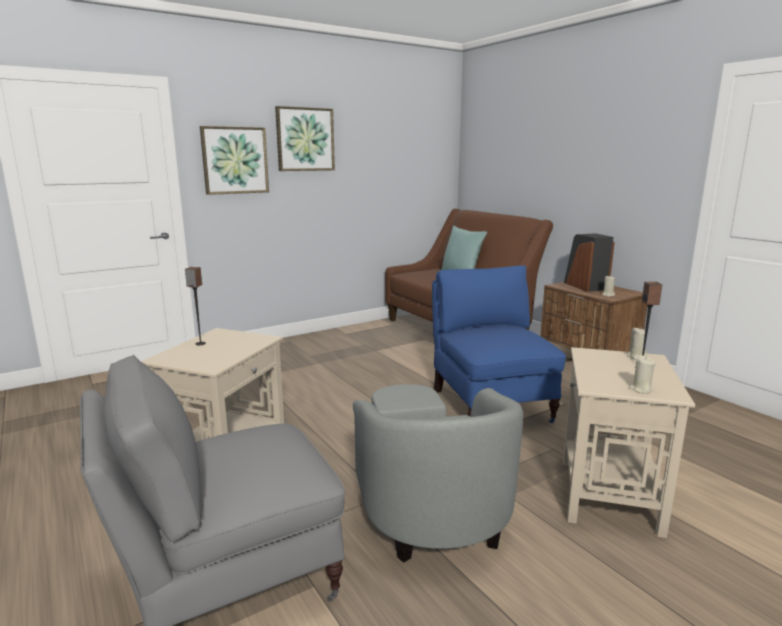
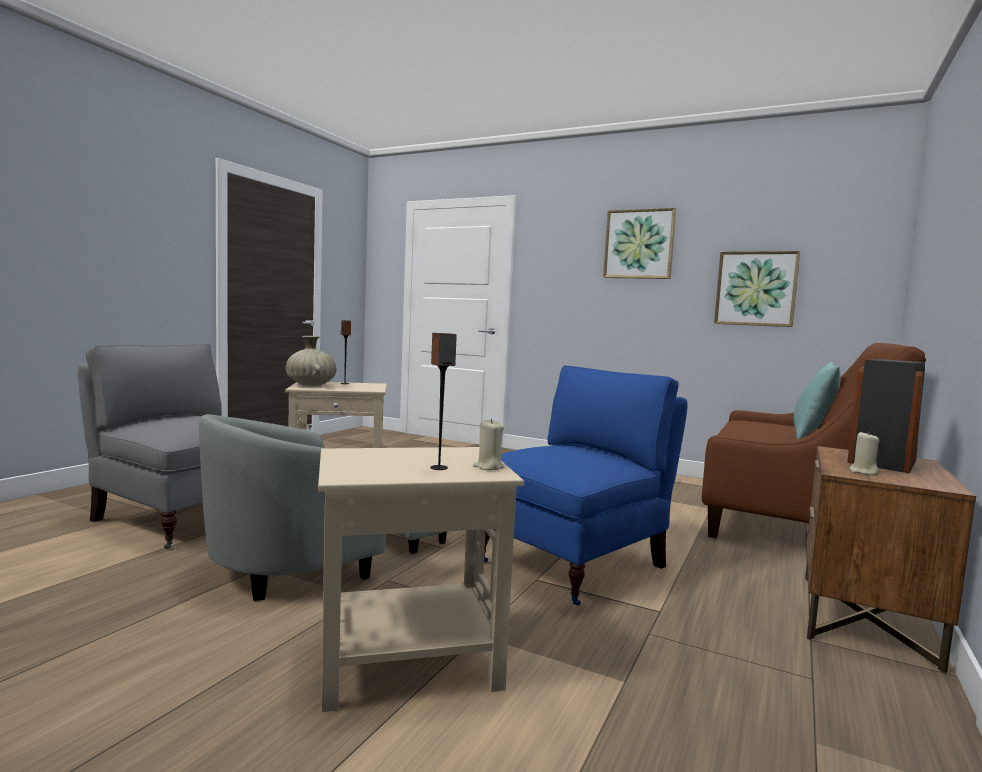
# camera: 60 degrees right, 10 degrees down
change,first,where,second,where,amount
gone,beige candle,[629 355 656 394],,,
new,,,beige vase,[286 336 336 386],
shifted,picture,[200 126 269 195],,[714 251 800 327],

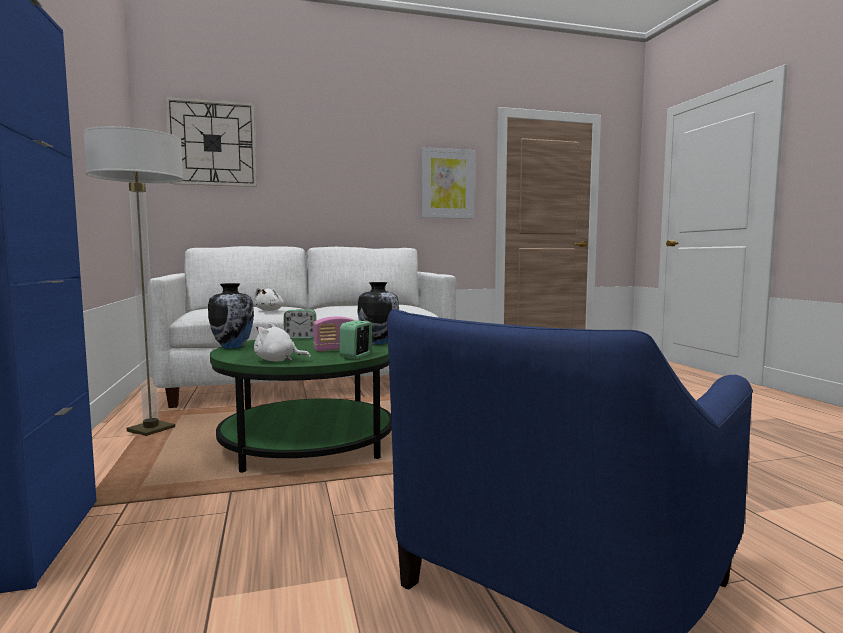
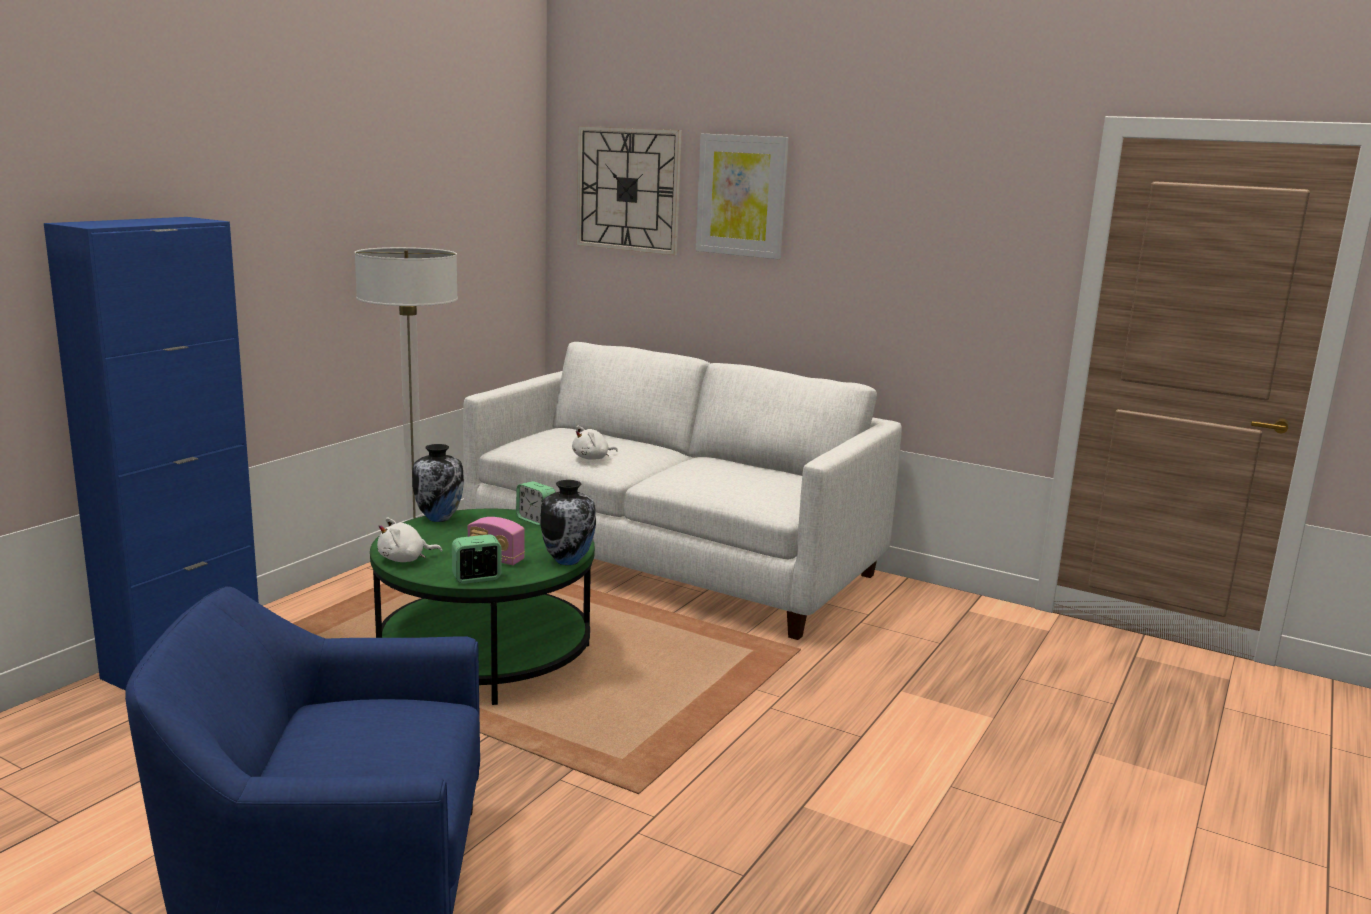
# camera: 45 degrees right, 10 degrees up
change,first,where,second,where,amount
shifted,picture,[421 147 475 219],,[696 134 789 259],
rotated,white plush toy,[254 323 311 361],,[377 518 443 562],75 degrees counterclockwise

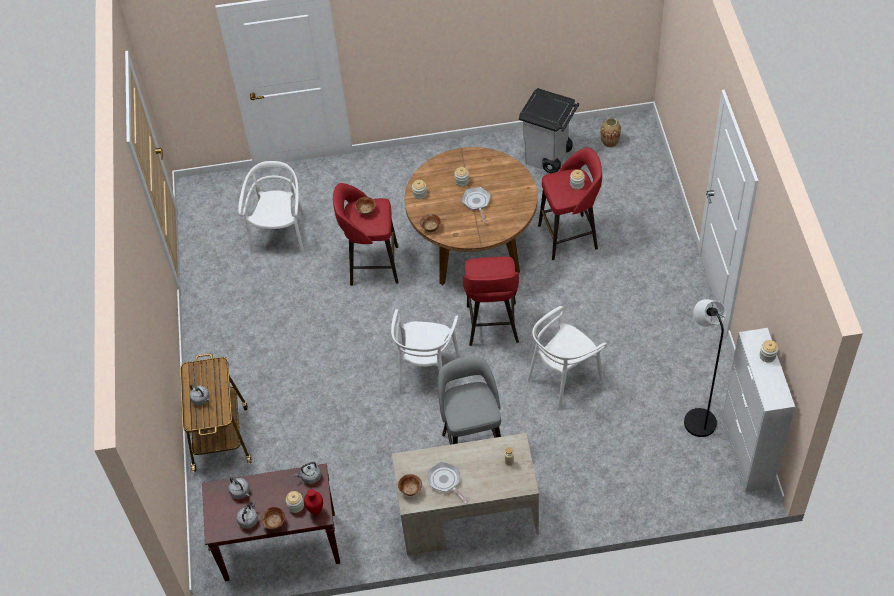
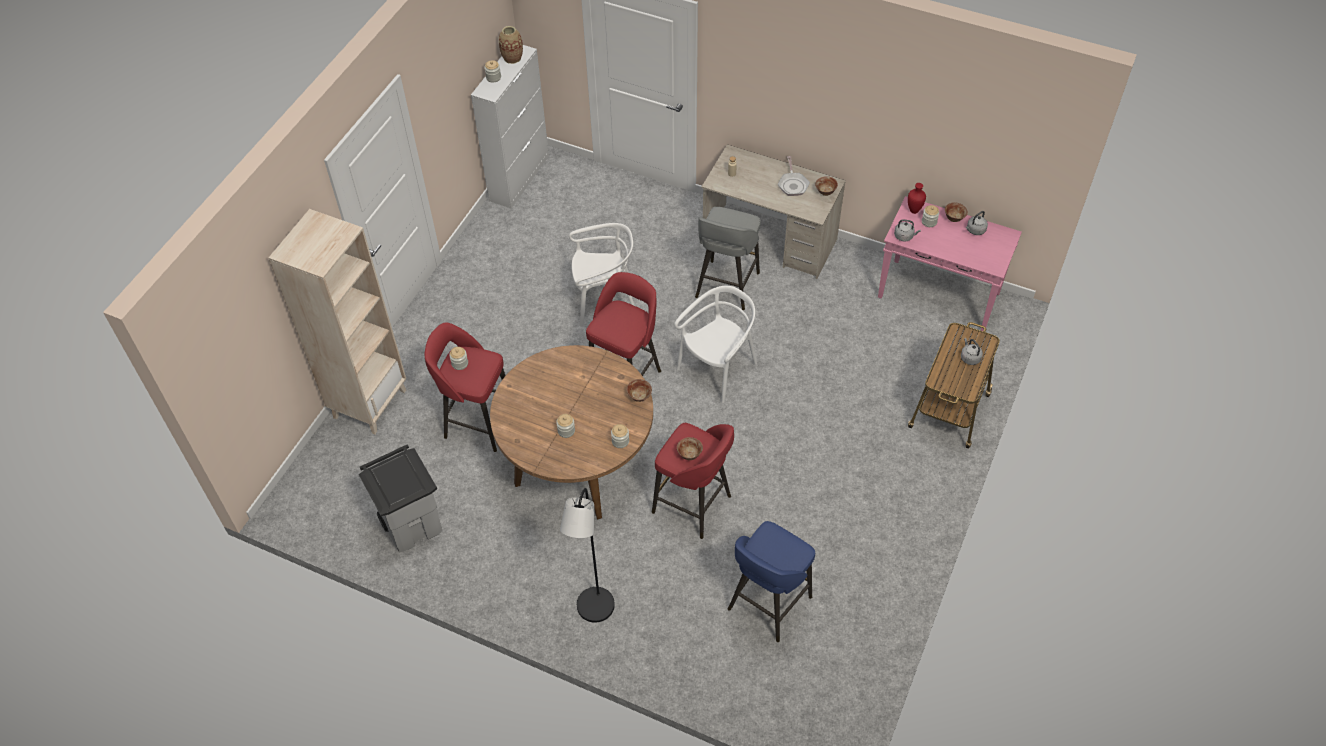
# camera: 150 degrees left, 0 degrees up
change,first,where,second,where,amount
gone,grey kettle,[228 478 250 499],,,
gone,frying pan,[462 187 491 222],,,
new,,,beige bookcase,[268 209 406 435],
shifted,vase,[601 117 621 148],,[499 26 523 64],
shifted,black floor lamp,[684 299 726 437],,[560 488 615 623],
swapped,white chair,[238 161 305 254],blue stool,[728 521 815 642],
repainted,brown console table,[202 464 340 582],pink console table,[878 196 1022 331],

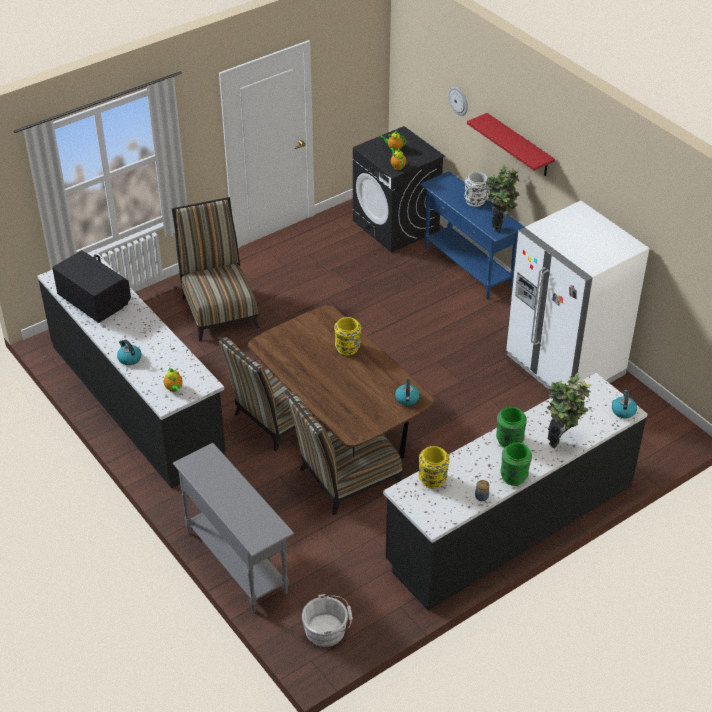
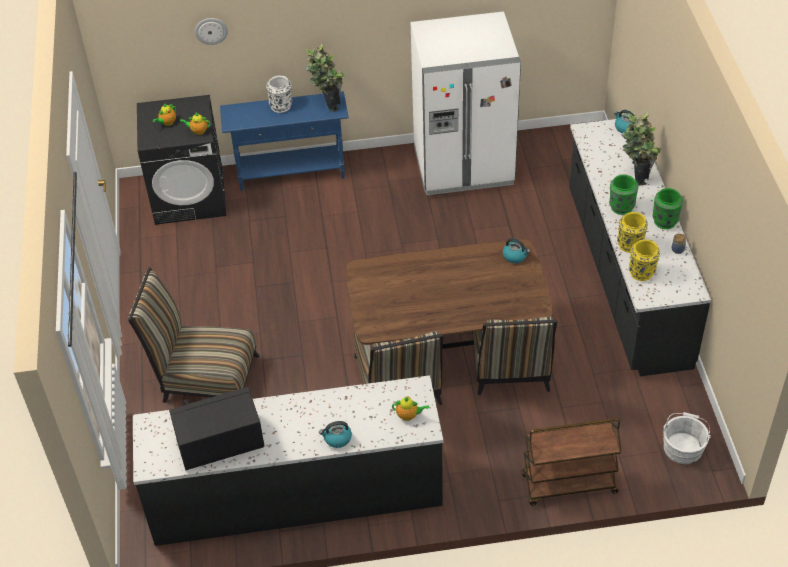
# camera: 60 degrees left, 5 degrees up
change,first,where,second,where,amount
gone,red shelf,[467 113 555 176],,,
shifted,yellow vase,[334 317 361 355],,[617 212 648 253],
swapped,grey console table,[173 443 294 612],brown cart,[522 418 622 506],

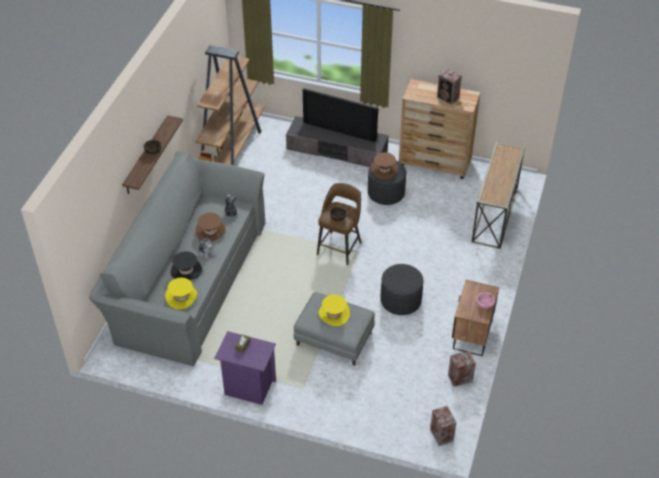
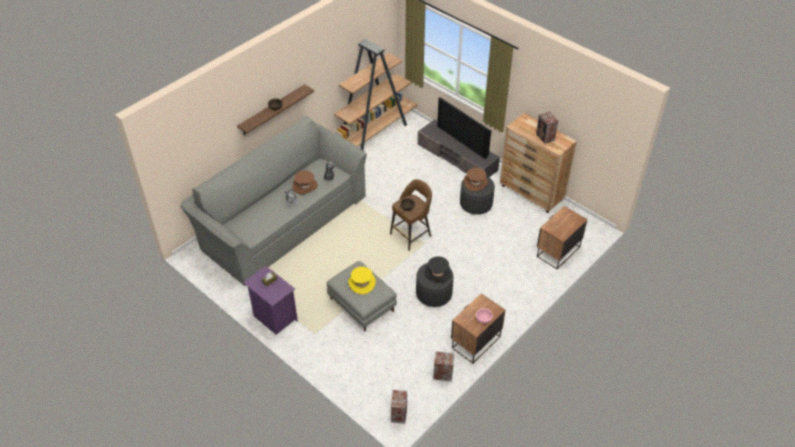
# camera: 25 degrees right, 0 degrees up
change,first,where,second,where,amount
gone,yellow hat,[165 277 197 309],,,
shifted,black hat,[171 251 202 280],,[424 256 451 282],
swapped,console table,[472 142 525 249],nightstand,[537 206 588 269],

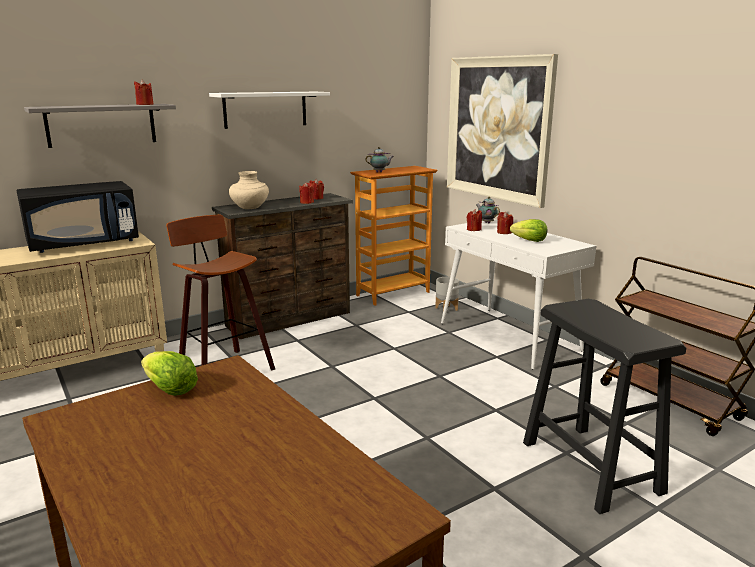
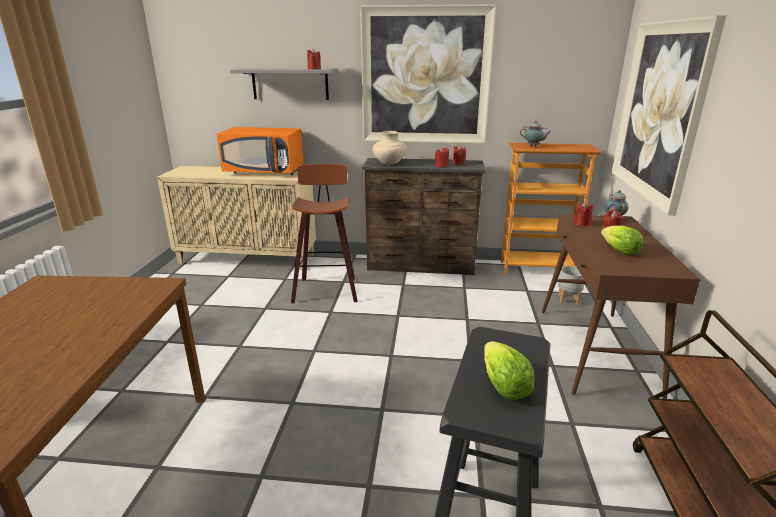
# camera: 40 degrees right, 5 degrees up
change,first,where,second,where,amount
shifted,lettuce,[141 351 198 396],,[484 341 535 400],
swapped,white shelf,[209 92 330 129],picture,[360 4 497 144],
repainted,black microwave,[17 181 139 253],orange microwave,[217 127 304 175],
repainted,white console table,[441 219 596 370],brown console table,[542 214 701 399],

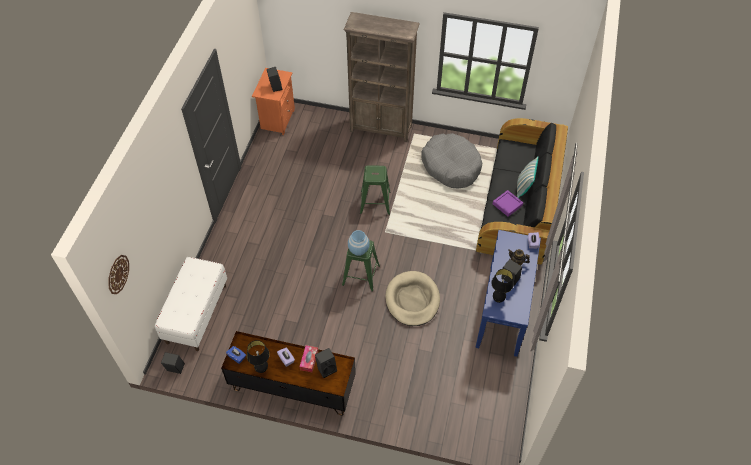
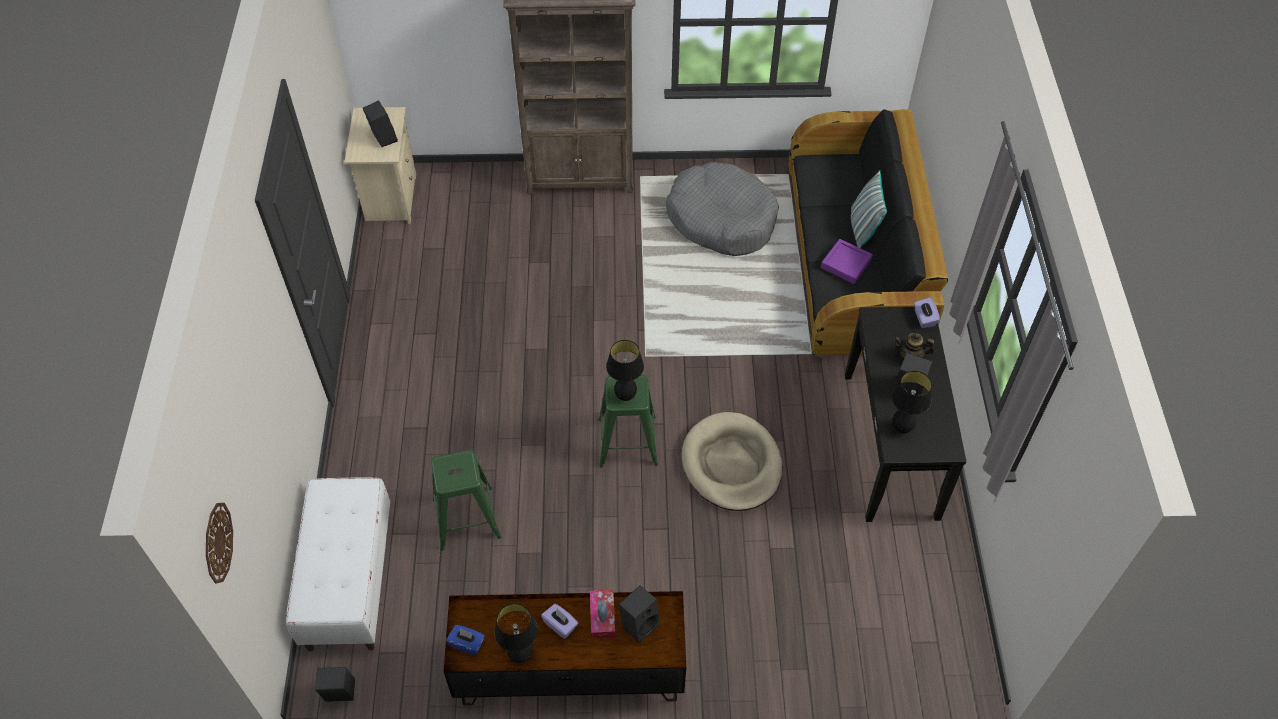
# camera: 15 degrees left, 0 degrees up
change,first,where,second,where,amount
shifted,green stool,[360 165 391 215],,[431 450 501 550],
swapped,blue vase,[348 230 370 256],black table lamp,[606 340 644 401],
repainted,orange nightstand,[252 68 295 135],beige nightstand,[344 107 416 224],
repainted,blue console table,[475 230 541 357],black console table,[845 307 967 522],

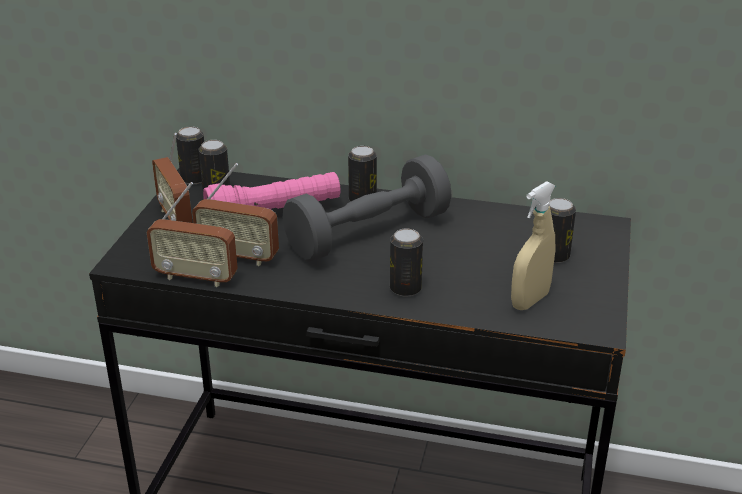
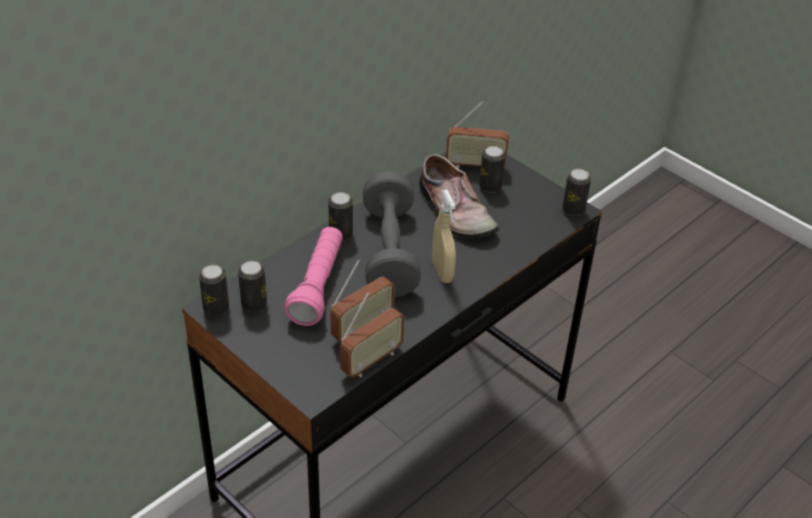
# camera: 60 degrees left, 10 degrees up
change,first,where,second,where,amount
new,,,shoe,[419 154 498 238],
shifted,radio,[152 133 193 223],,[446 101 509 168],
shifted,can,[390 229 423 297],,[562 169 591 216],
shifted,beige spray bottle,[511 181 555 310],,[432 190 456 283],

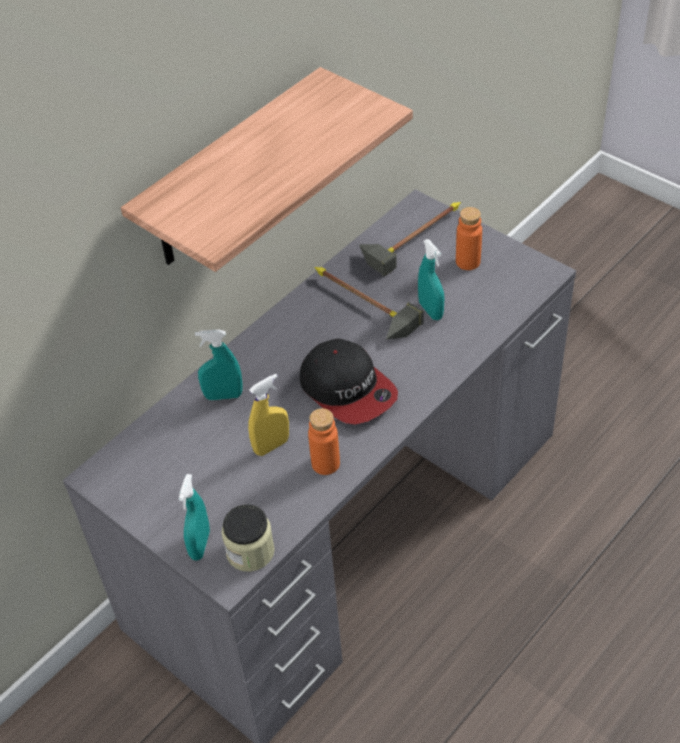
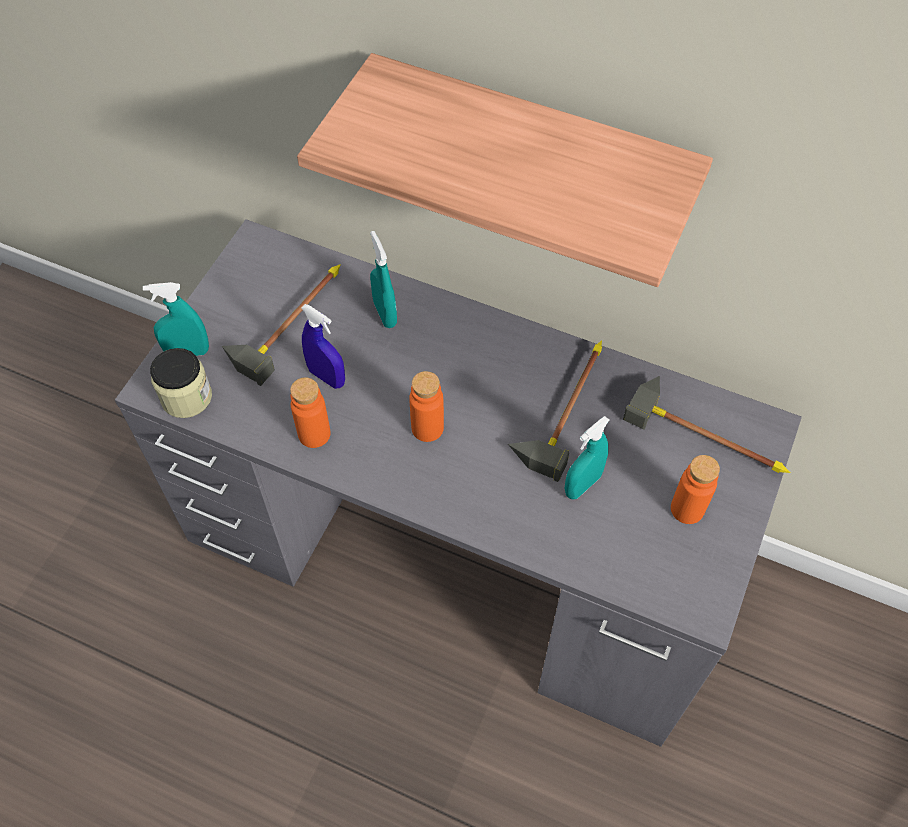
# camera: 70 degrees right, 10 degrees up
change,first,where,second,where,amount
new,,,hammer,[222 264 341 386],
swapped,cap,[300 338 398 425],orange bottle,[409 371 444 442],
repainted,yellow spray bottle,[248 374 289 456],blue spray bottle,[301 304 345 389],

